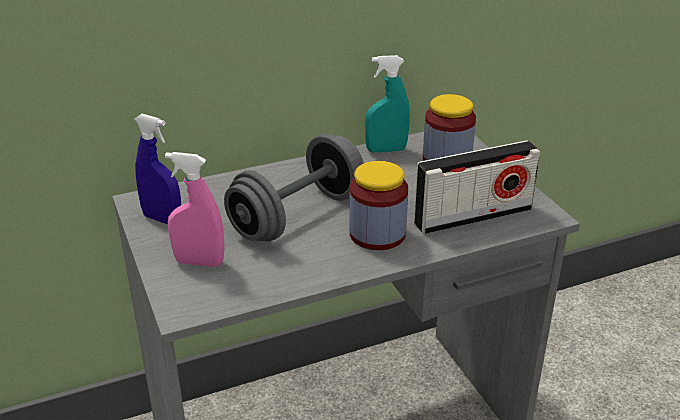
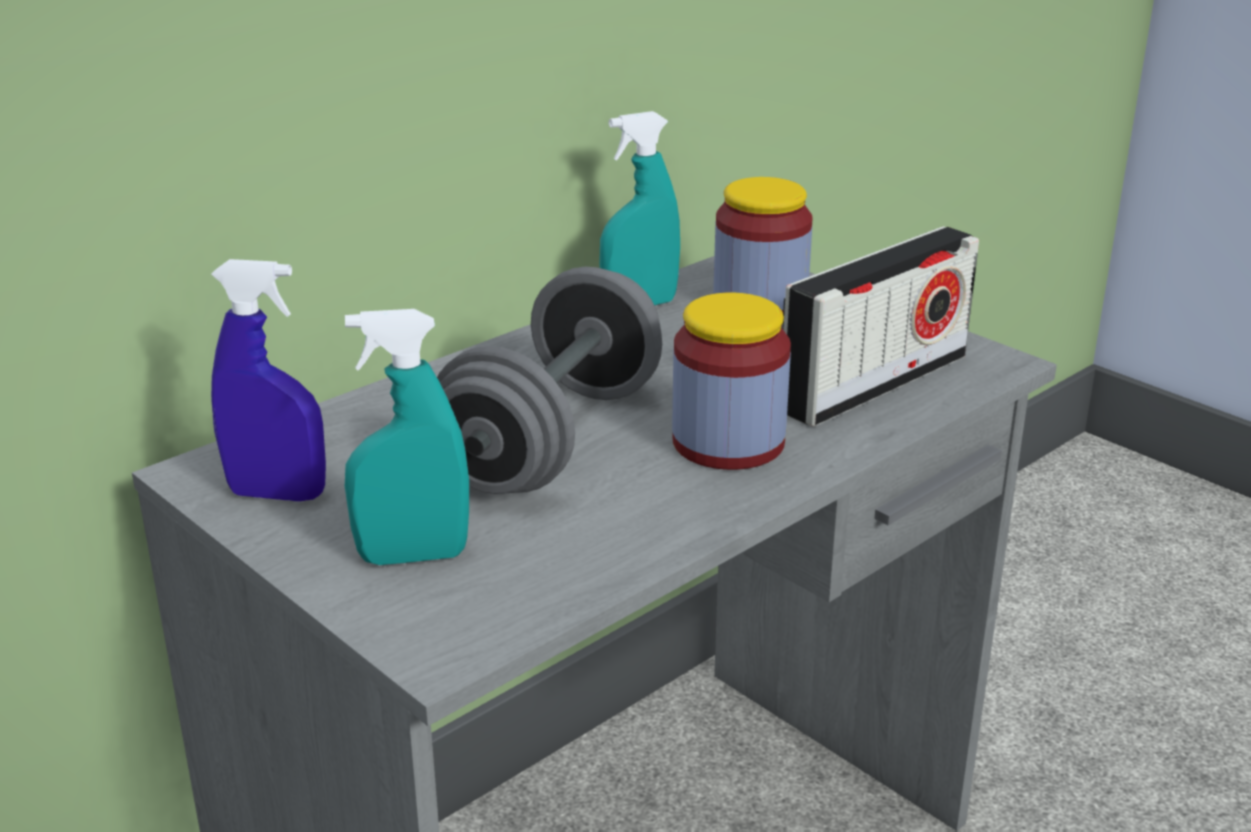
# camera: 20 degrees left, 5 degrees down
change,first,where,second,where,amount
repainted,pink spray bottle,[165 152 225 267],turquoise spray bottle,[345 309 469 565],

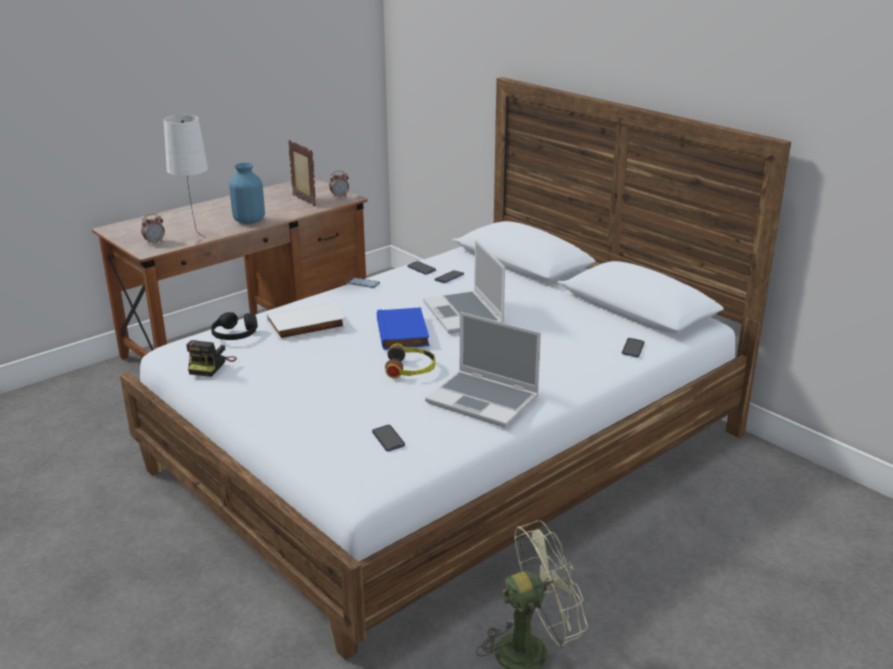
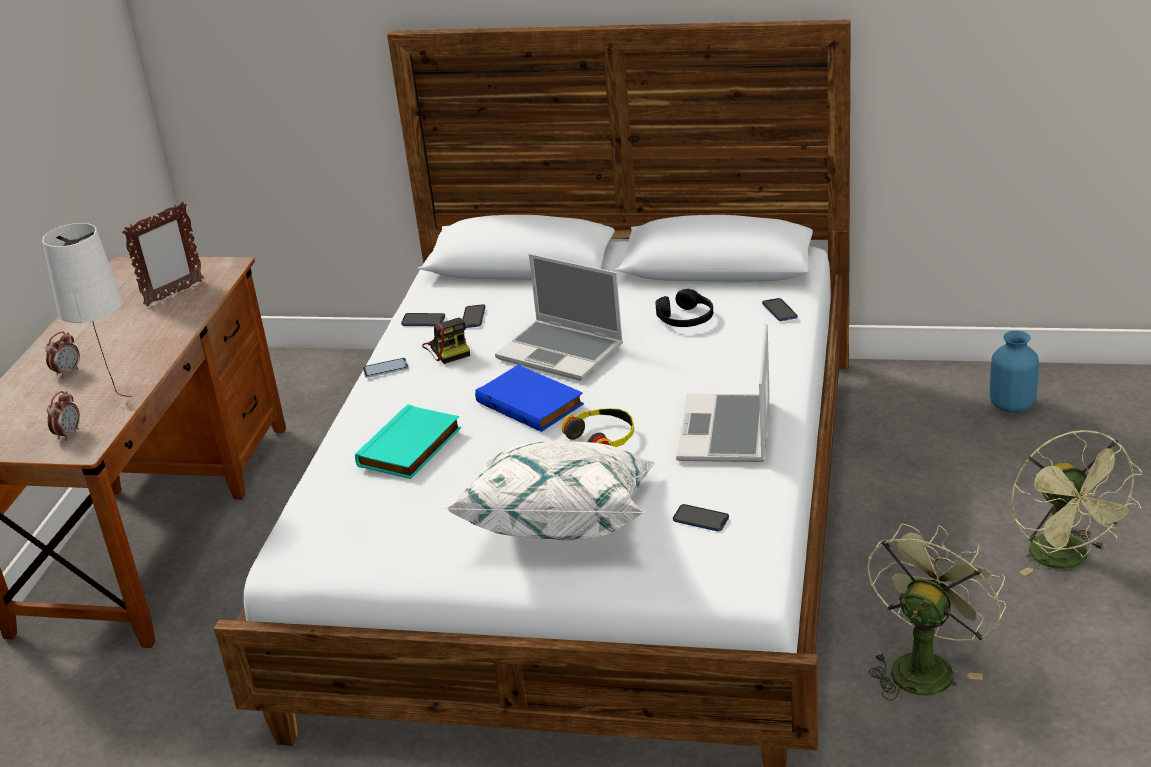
# camera: 35 degrees left, 5 degrees up
change,first,where,second,where,amount
new,,,white pillow,[445 441 656 540],
new,,,green fan,[1011 430 1143 576],
shifted,photo camera,[186 340 237 377],,[422 317 470 364],
shifted,black headphones,[211 312 258 340],,[655 289 713 327],
shifted,blue vase,[229 163 265 224],,[990 331 1039 413],
shifted,alarm clock,[329 171 349 198],,[45 331 80 379],
repainted,white book,[267 301 345 340],turquoise book,[355 404 461 479],
rotated,picture frame,[288 140 316 206],,[122 202 204 306],120 degrees clockwise
rotated,laptop,[425 312 541 427],,[676 323 770 462],105 degrees clockwise

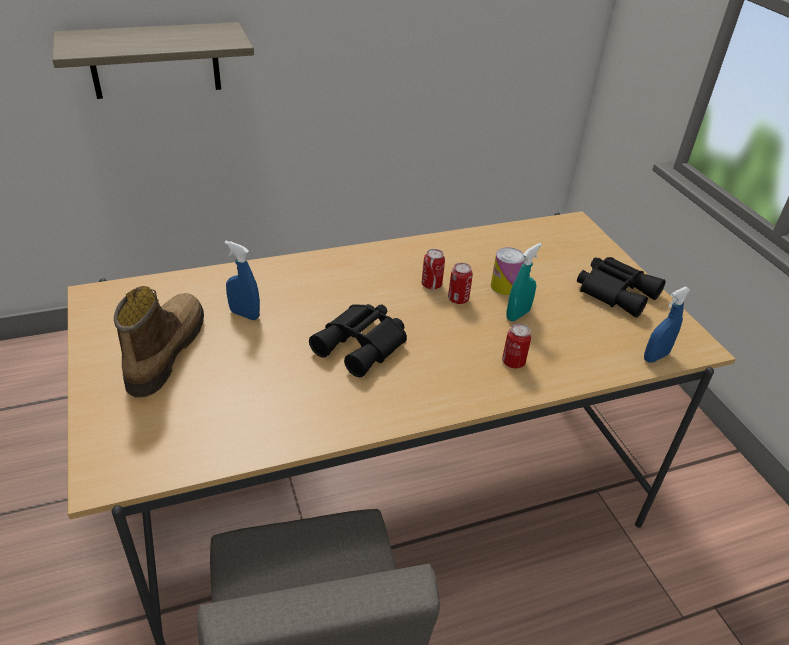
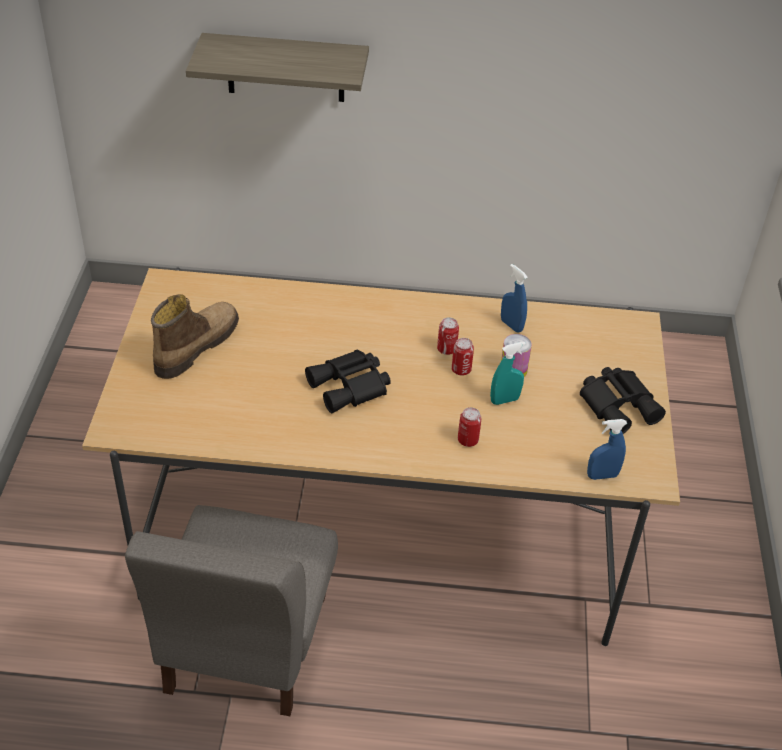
# camera: 25 degrees right, 5 degrees up
change,first,where,second,where,amount
shifted,blue spray bottle,[225 241 260 320],,[501 264 528 333],

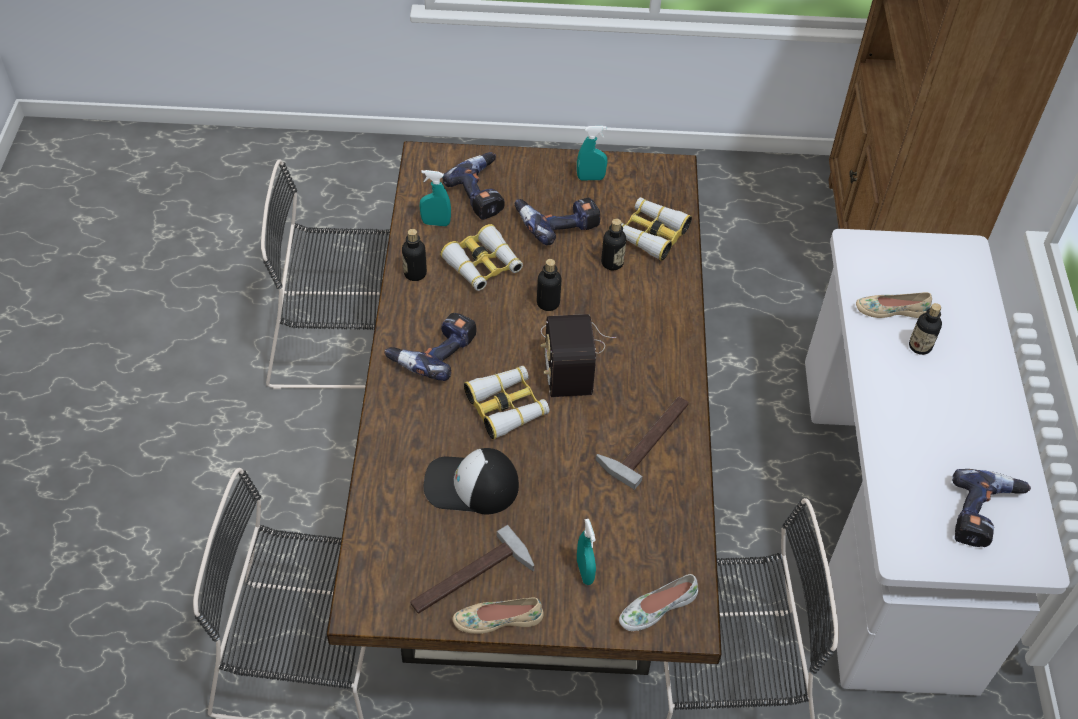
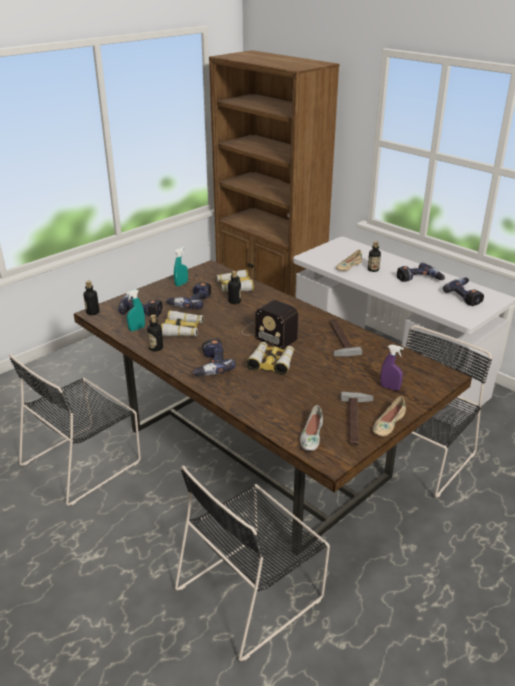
# camera: 45 degrees left, 20 degrees down
change,first,where,second,where,amount
gone,cap,[424 448 519 514],,,
new,,,power drill,[397 263 445 282],
shifted,bottle,[537 259 561 311],,[84 281 99 315],
shifted,white shoe,[619 574 698 631],,[300 405 323 451],
repainted,turquoise spray bottle,[577 519 596 585],purple spray bottle,[380 345 404 391],

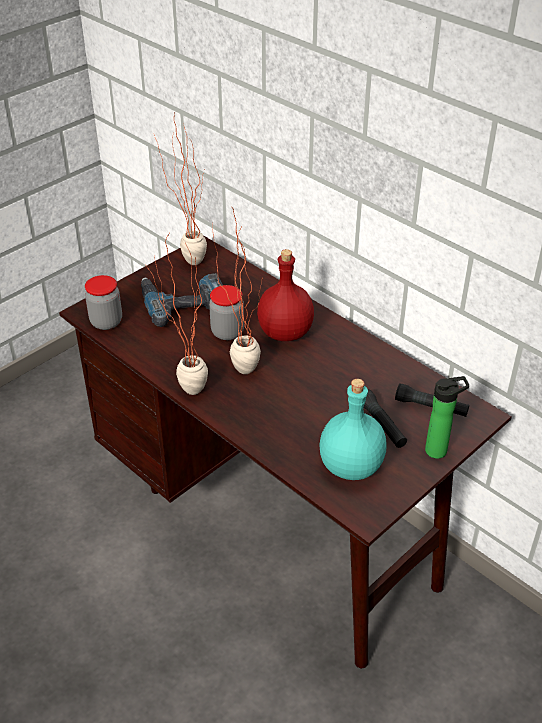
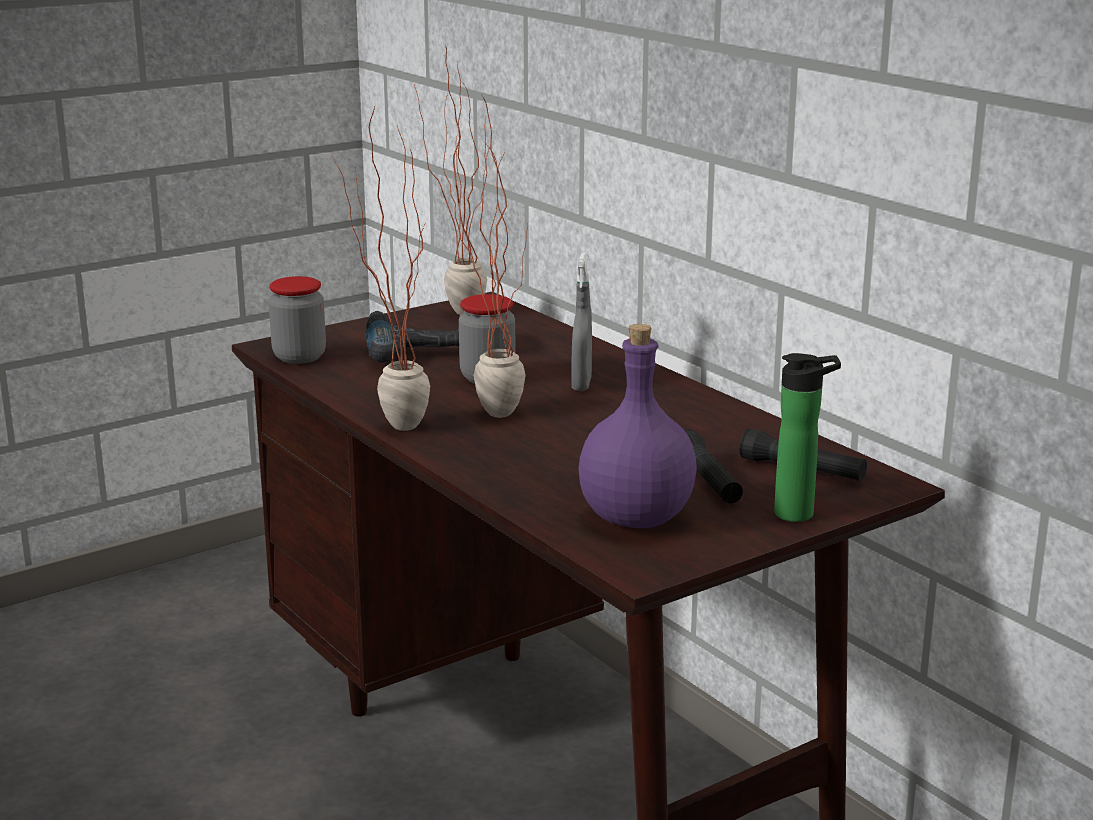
# camera: 10 degrees right, 20 degrees down
change,first,where,second,where,amount
swapped,red bottle,[257 249 314 341],grey spray bottle,[572 253 592 391],
repainted,turquoise bottle,[319 379 387 480],purple bottle,[578 324 697 528],

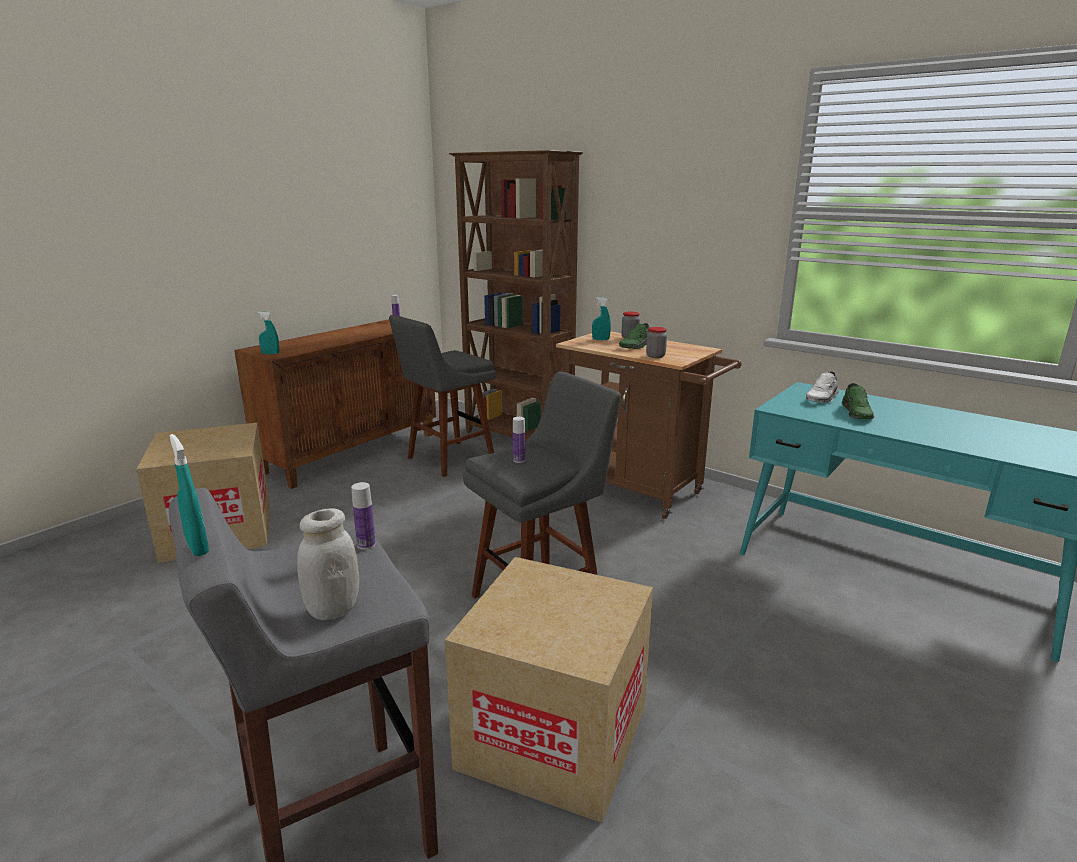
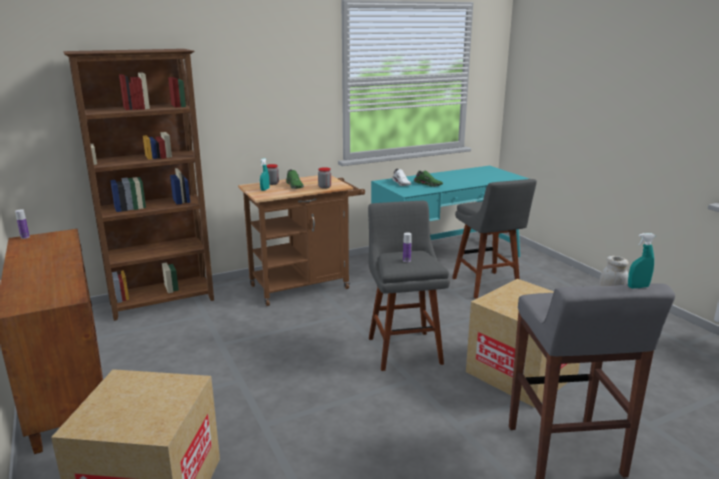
# camera: 65 degrees left, 0 degrees up
change,first,where,second,where,amount
gone,turquoise spray bottle,[257 311 279 354],,,
gone,bottle,[351 482 376 550],,,
shifted,grey stool,[389 315 496 477],,[452 179 537 299],

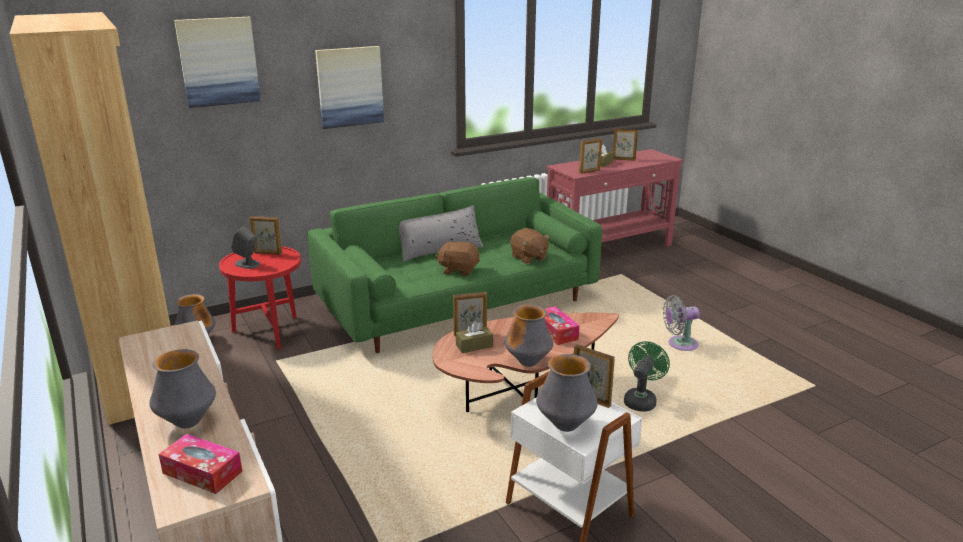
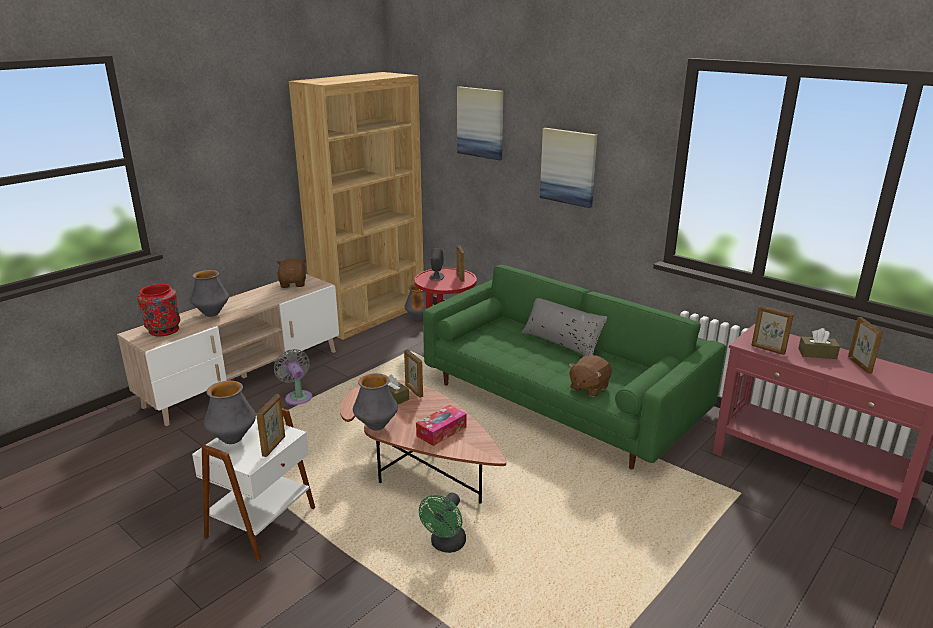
# camera: 70 degrees right, 0 degrees up
change,first,where,second,where,amount
shifted,brown plush toy,[435 240 480 276],,[277 258 307 288],
shifted,grey fan,[663 295 700 351],,[274 349 312 406],
swapped,tissue box,[159 434 242 494],red vase,[137 284 180 336],
rotated,green fan,[624 341 670 412],,[419 493 466 553],105 degrees clockwise

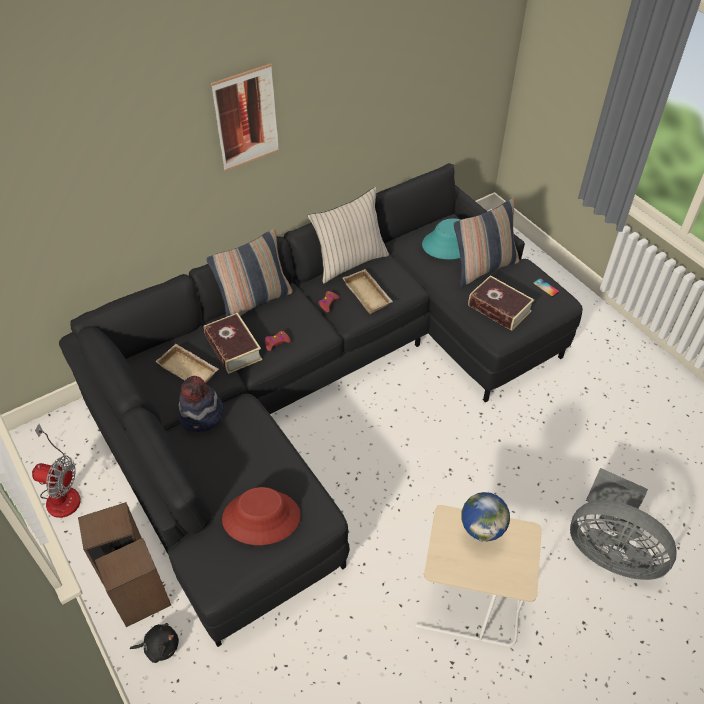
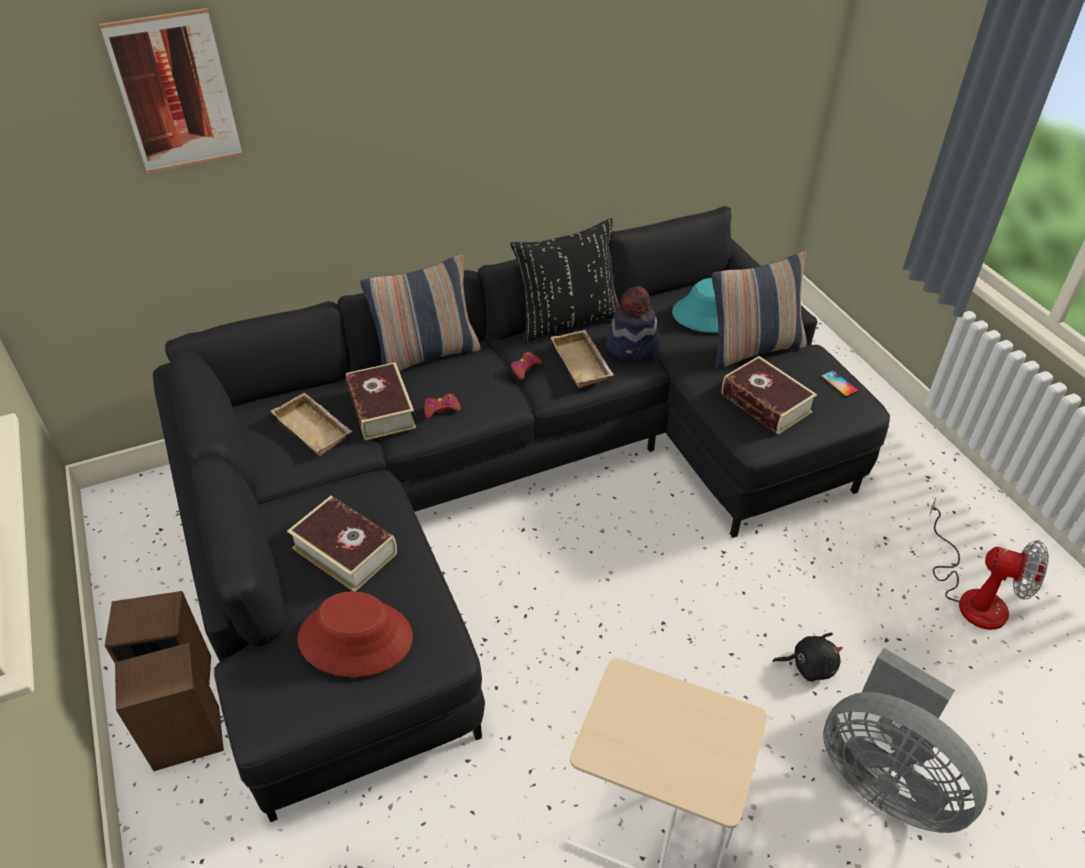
# camera: 10 degrees right, 5 degrees down
change,first,where,second,where,amount
gone,globe,[461 492 510 542],,,
new,,,book,[287 496 397 591],
shifted,fan,[32 424 81 518],,[929 498 1049 630],
shifted,black plush toy,[130 623 179 663],,[773 633 843 682],
shifted,hat,[178 376 224 432],,[606 286 660 361],
shifted,picture,[211 63 279 171],,[99 8 243 173],
repainted,beige pillow,[308 187 389 283],black pillow,[510 218 619 343],

